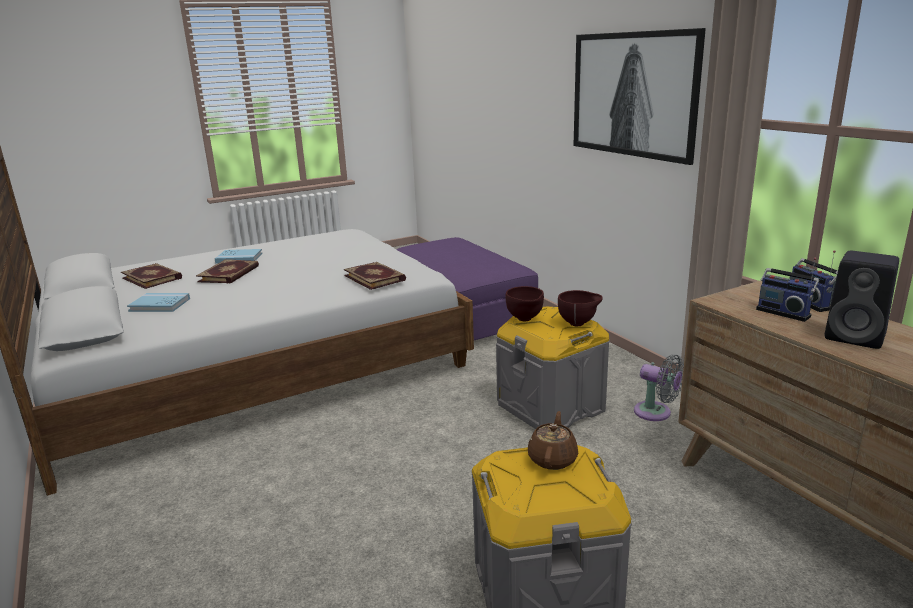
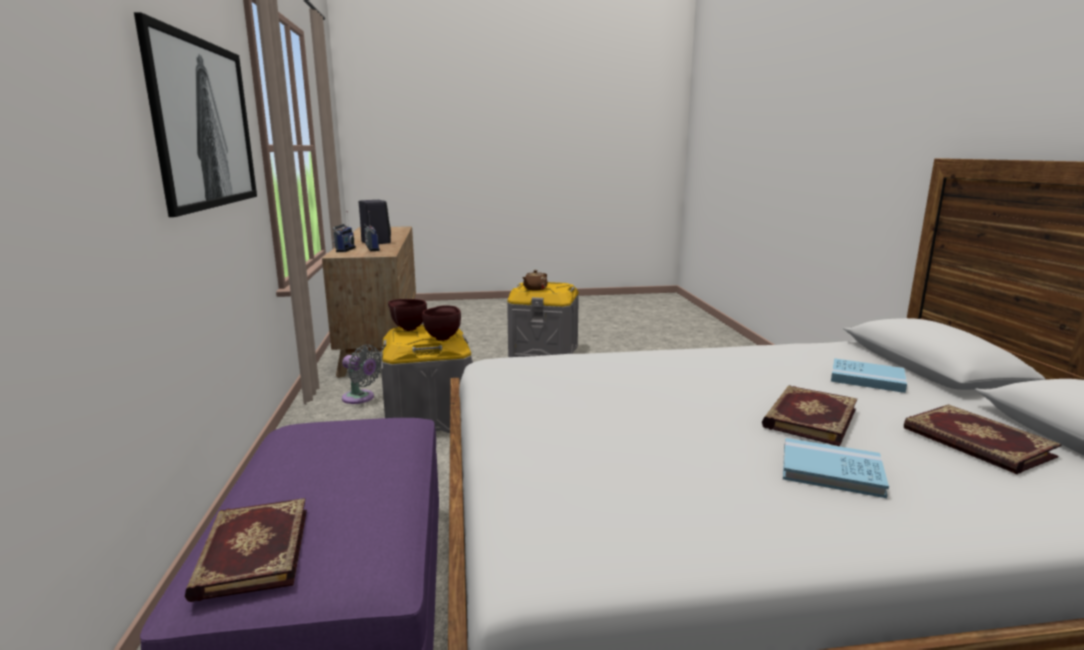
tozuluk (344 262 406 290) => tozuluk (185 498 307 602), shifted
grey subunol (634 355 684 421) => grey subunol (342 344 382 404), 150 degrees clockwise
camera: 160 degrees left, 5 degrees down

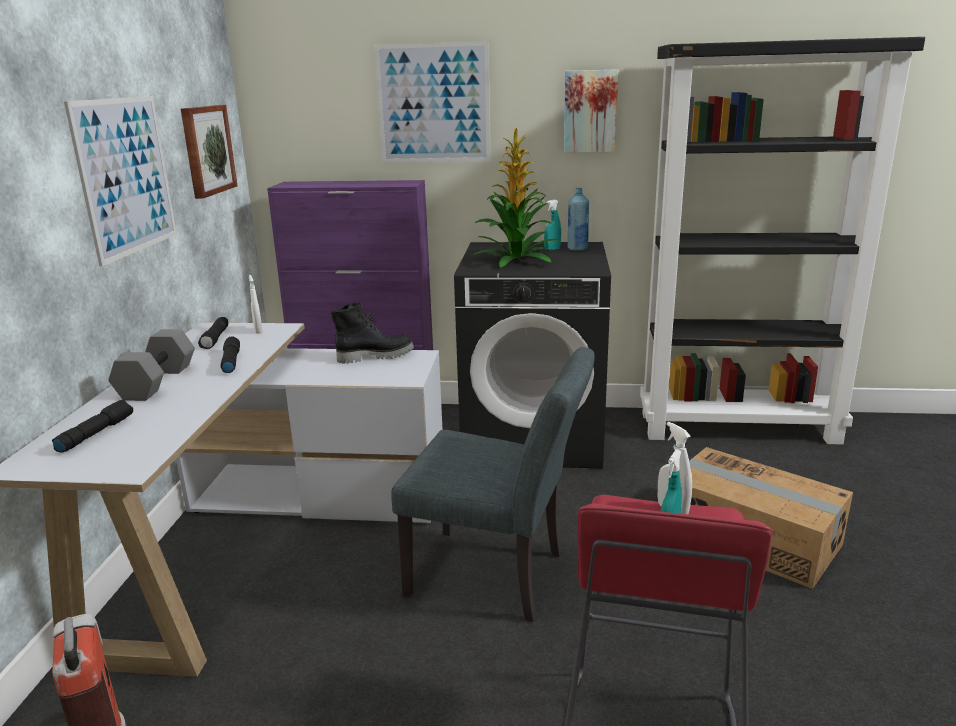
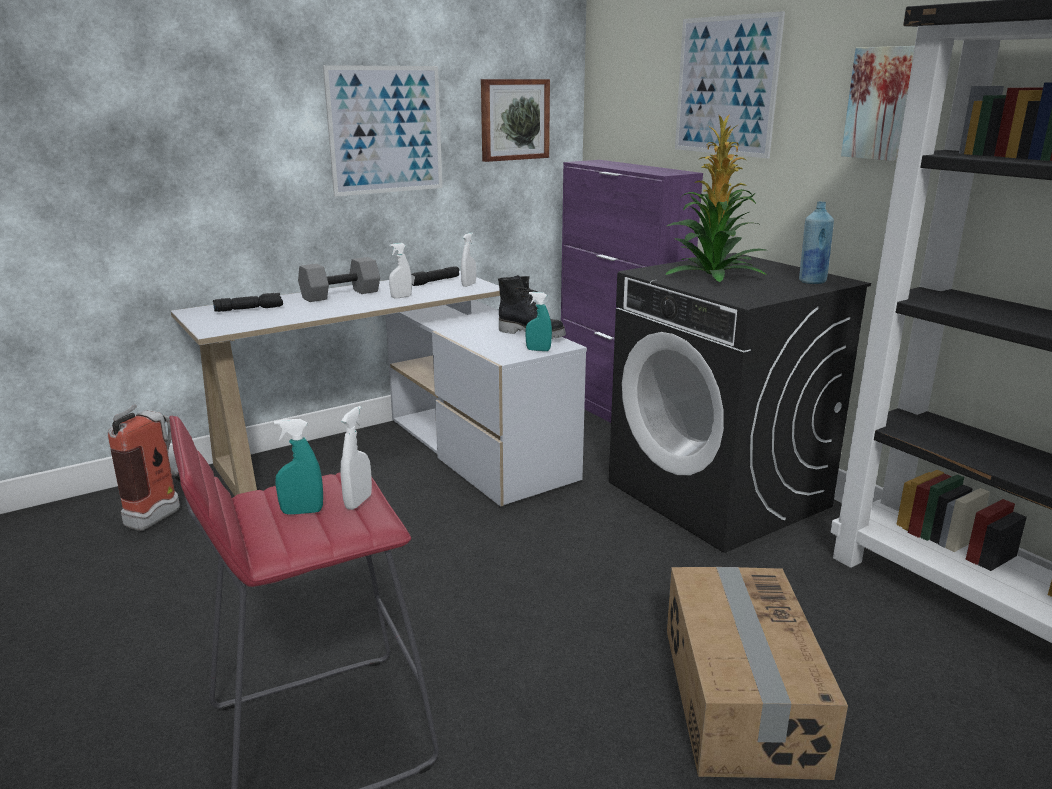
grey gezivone (391 347 595 622) => nothing
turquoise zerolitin (544 200 561 251) => turquoise zerolitin (525 292 552 351), shifted
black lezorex (221 337 240 373) => white zerolitin (389 243 412 298)
camera: 50 degrees right, 0 degrees up

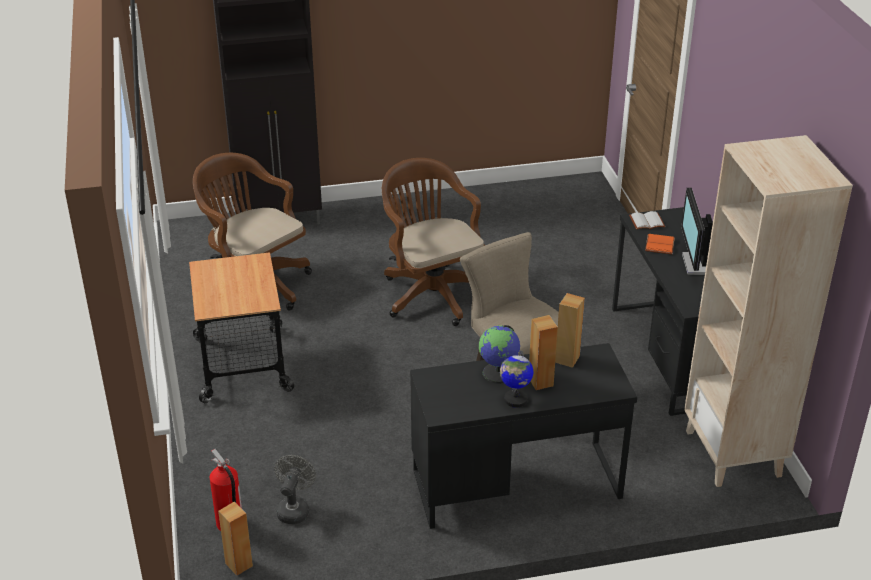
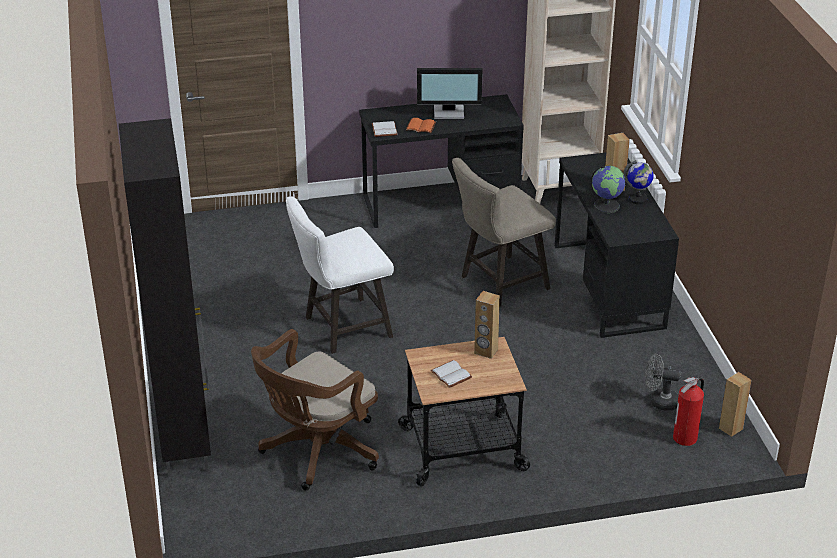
nothing => white tozuluk (430 360 472 388)
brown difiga (555 293 585 368) => brown difiga (474 291 500 359), shifted
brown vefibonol (382 158 485 326) => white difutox (286 196 394 354)
camera: 90 degrees left, 0 degrees up

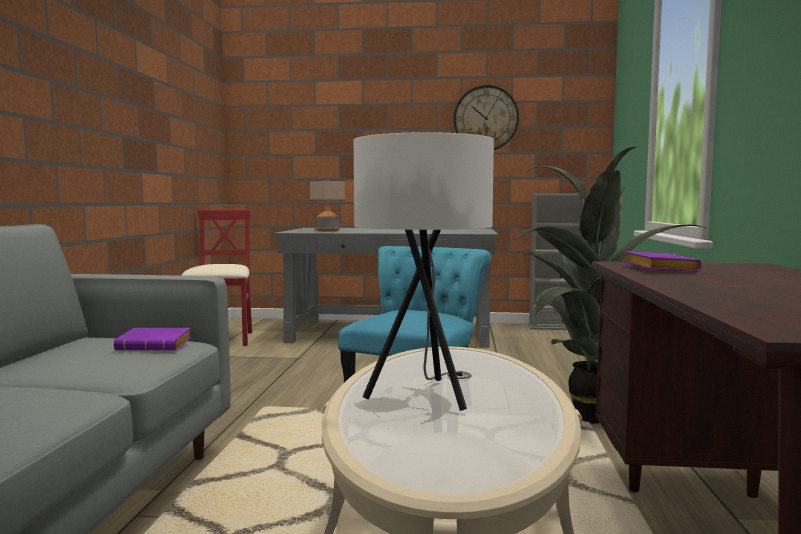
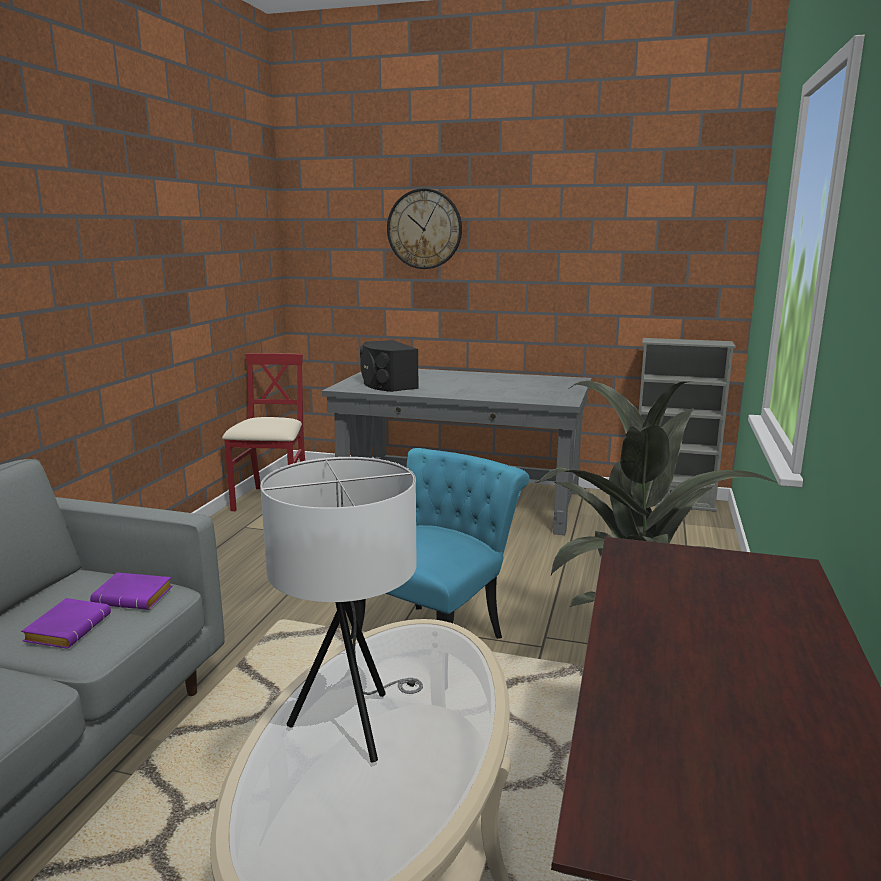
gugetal (454 85 519 150) => gugetal (387 188 462 269), shifted
purple tozuluk (624 251 702 272) => purple tozuluk (21 598 111 648), shifted
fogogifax (310 179 345 231) => black difiga (360 340 419 392)
camera: 10 degrees right, 10 degrees up

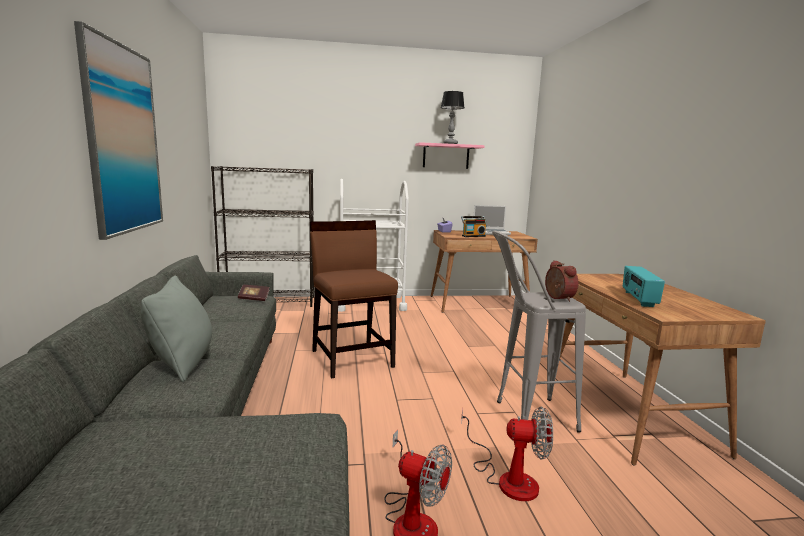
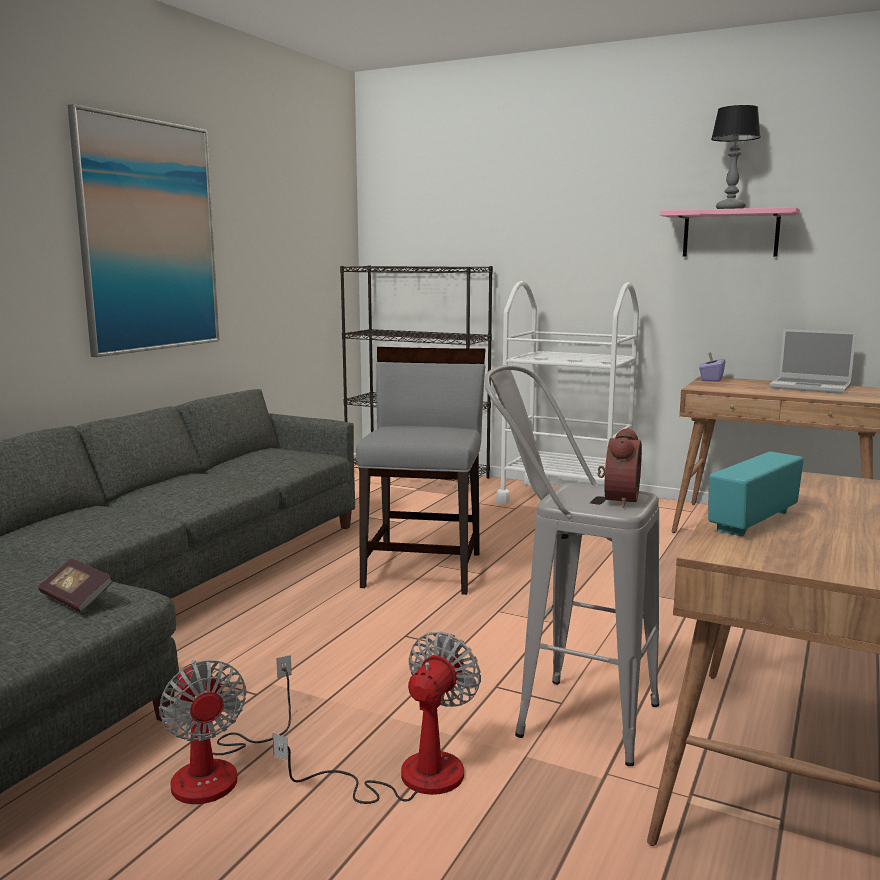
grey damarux (141 276 212 382) => nothing
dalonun (461 216 487 237) => nothing
tozuluk (238 285 270 301) => tozuluk (38 558 113 612), shifted
brown gezivone (310 220 398 378) => grey gezivone (356 347 486 595)
subunol (462 407 553 501) => subunol (273 631 481 804), 105 degrees counterclockwise
camera: 35 degrees right, 0 degrees up

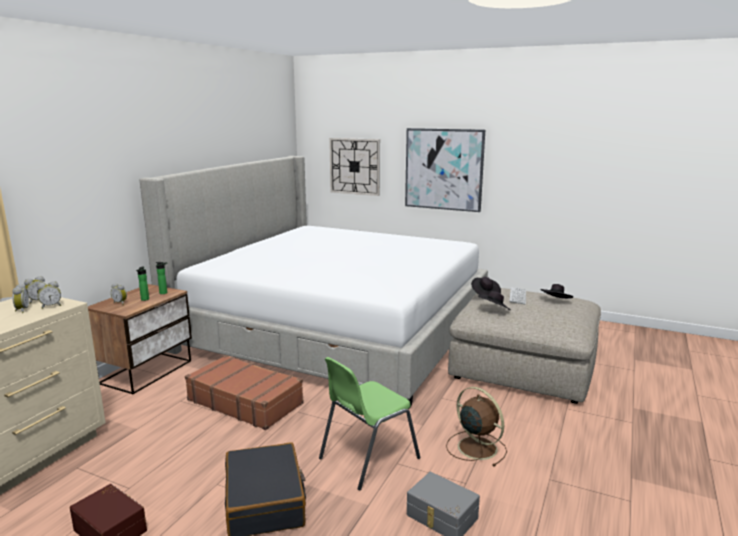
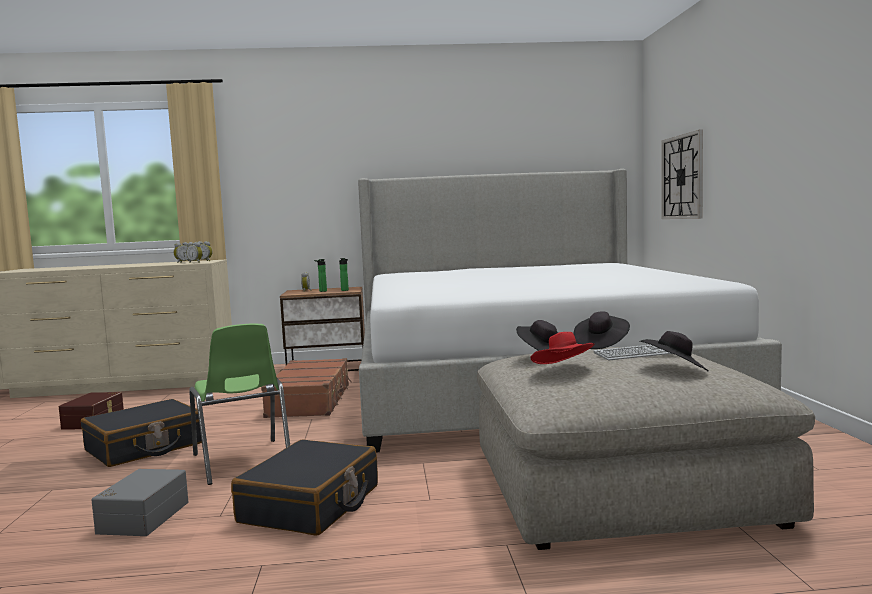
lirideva (405 128 485 212) => nothing
nothing => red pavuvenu (530 332 595 364)
brown subunol (446 387 507 467) => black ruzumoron (231 440 378 536)
green gezivone (319 357 420 490) => green gezivone (189 324 290 485), 135 degrees counterclockwise
camera: 60 degrees right, 10 degrees down

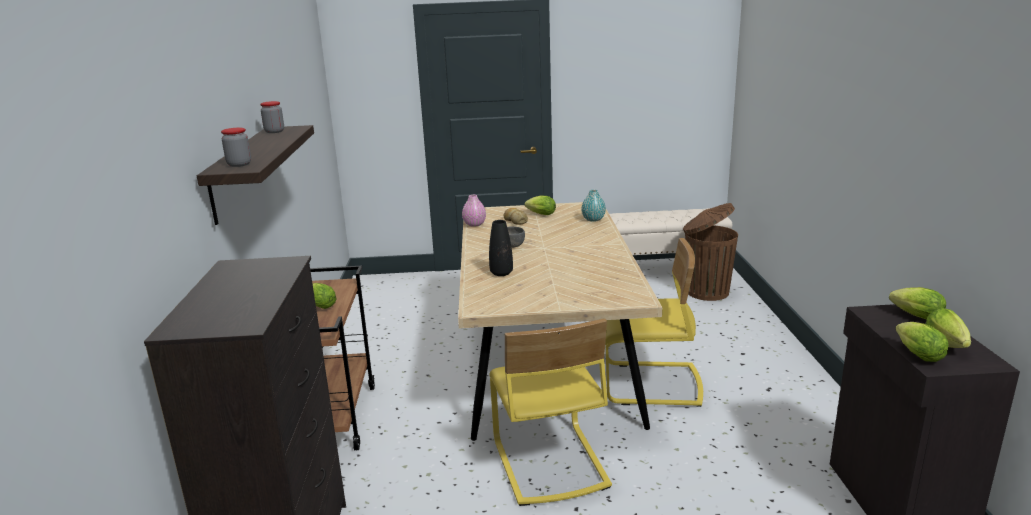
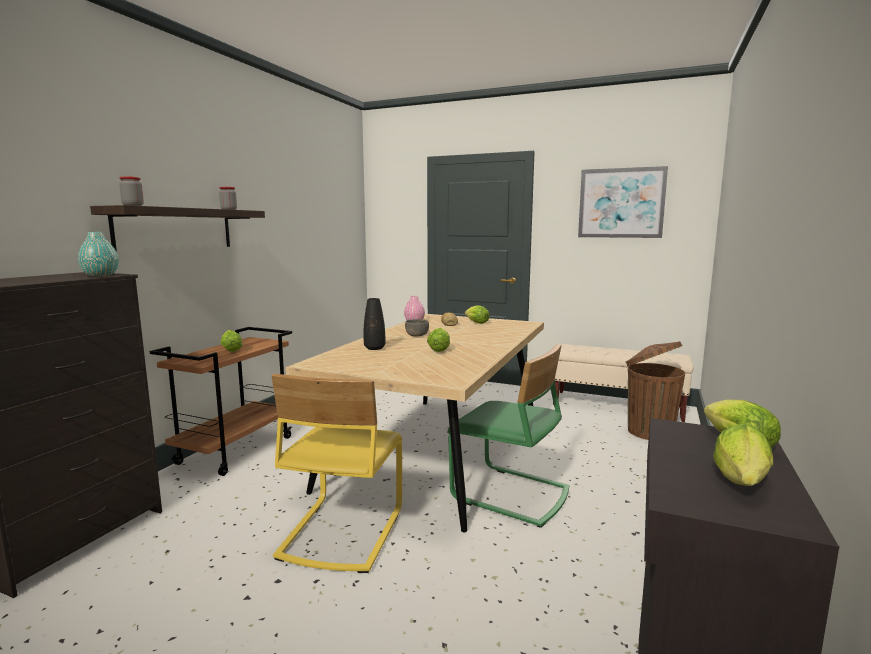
nothing => lirideva (578 166 668 238)
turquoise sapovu (581 190 606 222) => turquoise sapovu (78 232 119 276), shifted
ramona (895 322 949 362) => ramona (427 328 450 352), shifted
yellow gezivone (605 238 703 407) => green gezivone (447 344 569 528)
camera: 25 degrees right, 10 degrees down

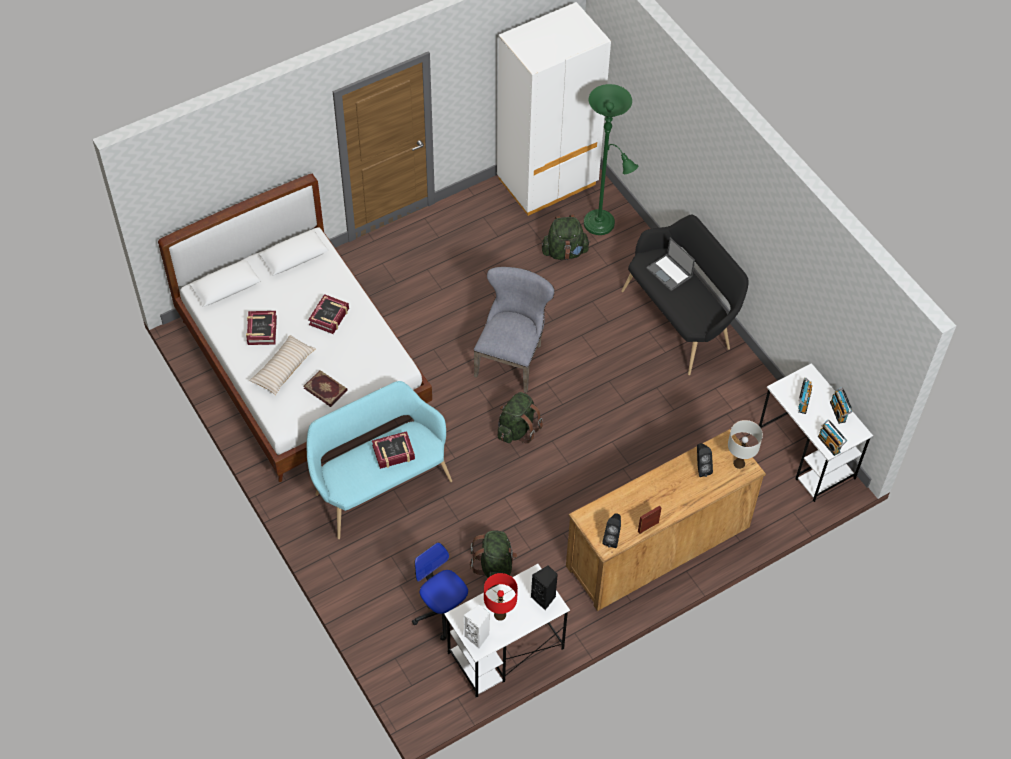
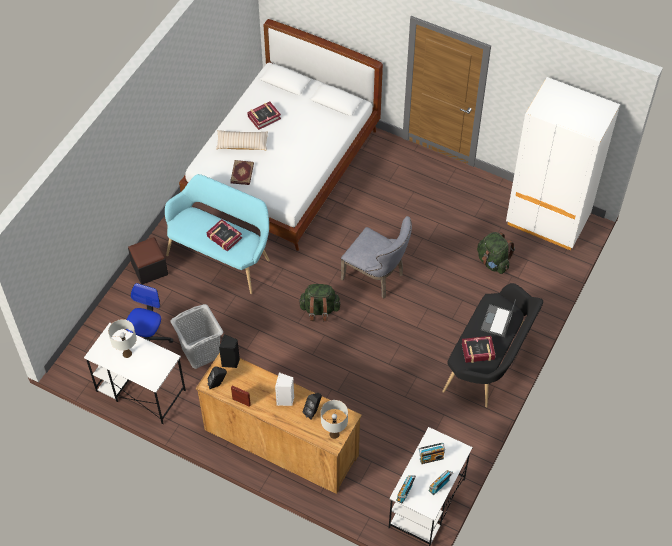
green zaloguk (584 84 638 235) => nothing
nothing => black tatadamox (128 237 168 285)
tozuluk (308 294 349 334) => tozuluk (462 336 496 363), shifted
white difiga (464 604 489 649) => white difiga (275 373 294 406), shifted
black difiga (531 565 558 610) => black difiga (219 334 240 368), shifted
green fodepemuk (470 530 518 587) => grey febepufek (171 304 223 369)
red fogogifax (484 573 518 621) => white fogogifax (108 319 137 358)
grey gezivone (474 267 555 393) => grey gezivone (341 216 412 299), 45 degrees clockwise
camera: 60 degrees right, 0 degrees up

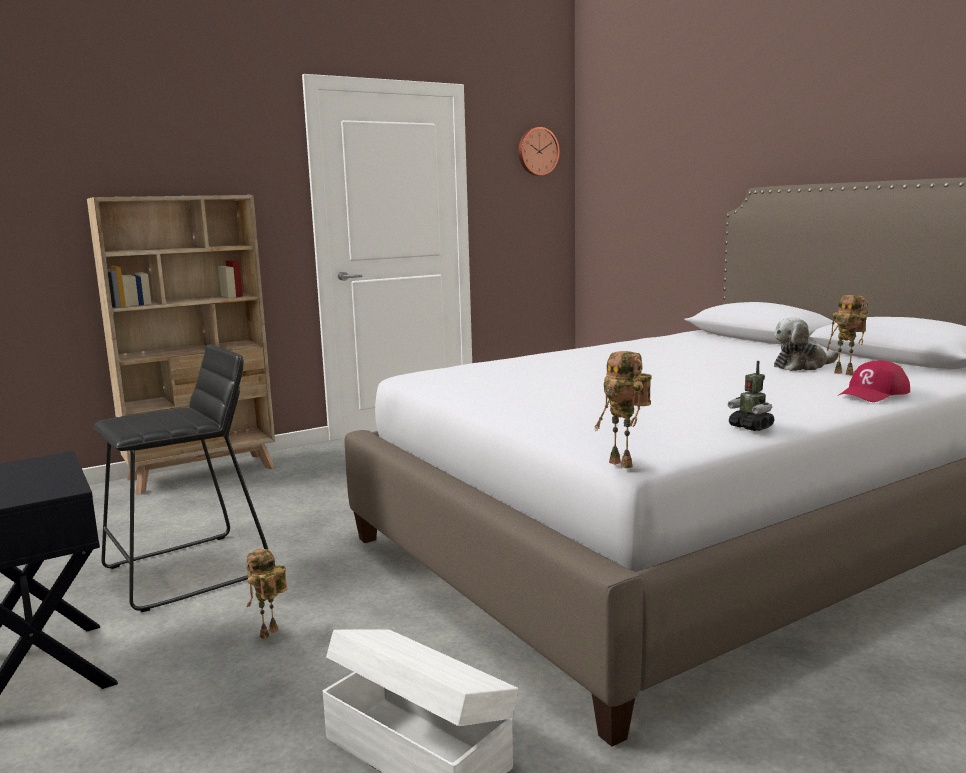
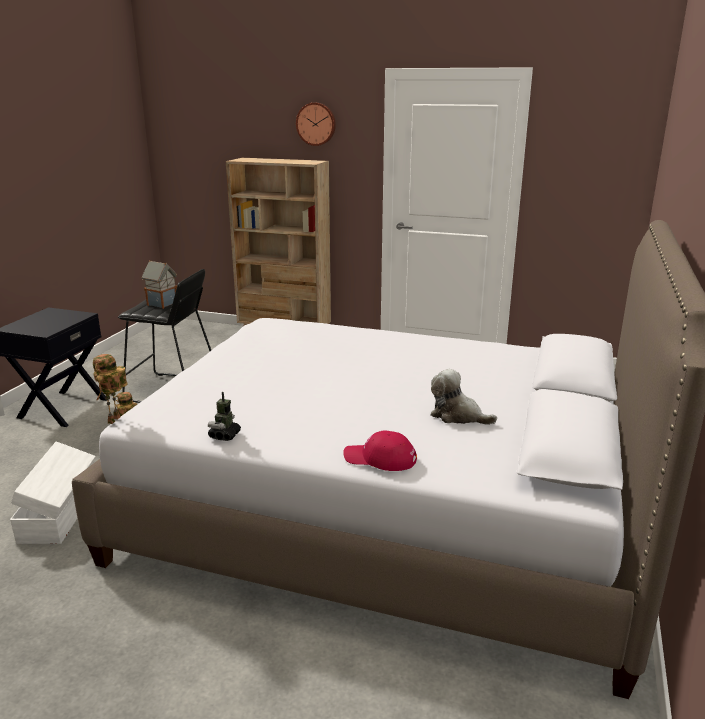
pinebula (827 295 868 375) => nothing
nothing => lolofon (141 260 177 309)
gugetal (518 127 560 176) => gugetal (296 102 336 146), shifted
camera: 50 degrees right, 10 degrees up

